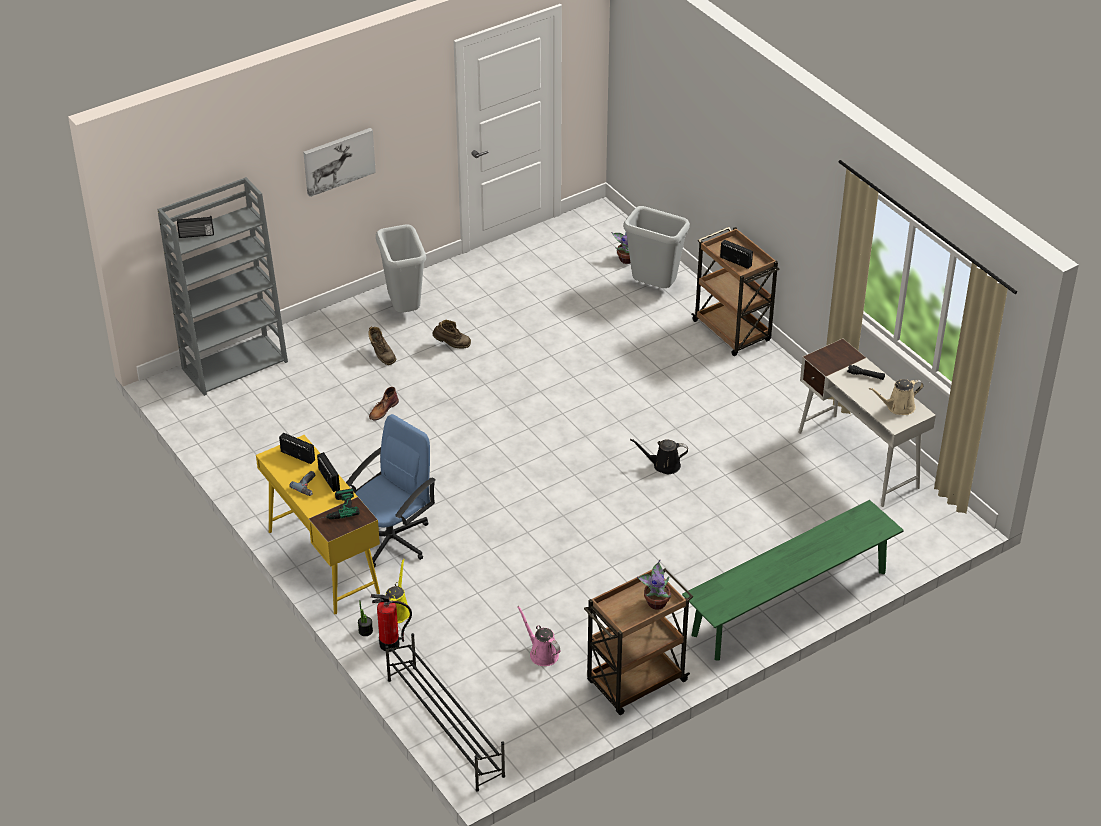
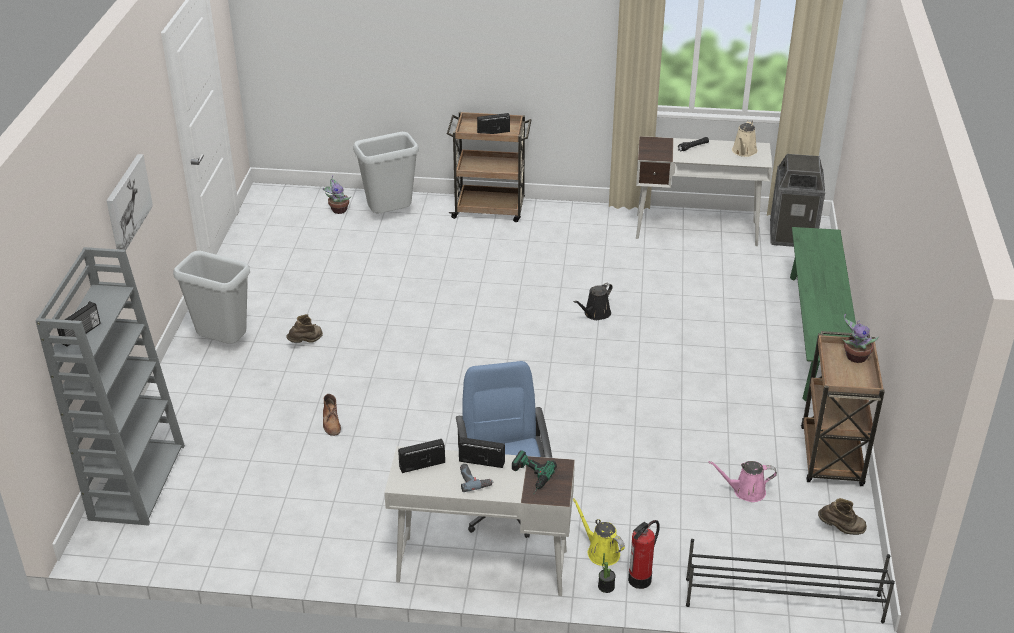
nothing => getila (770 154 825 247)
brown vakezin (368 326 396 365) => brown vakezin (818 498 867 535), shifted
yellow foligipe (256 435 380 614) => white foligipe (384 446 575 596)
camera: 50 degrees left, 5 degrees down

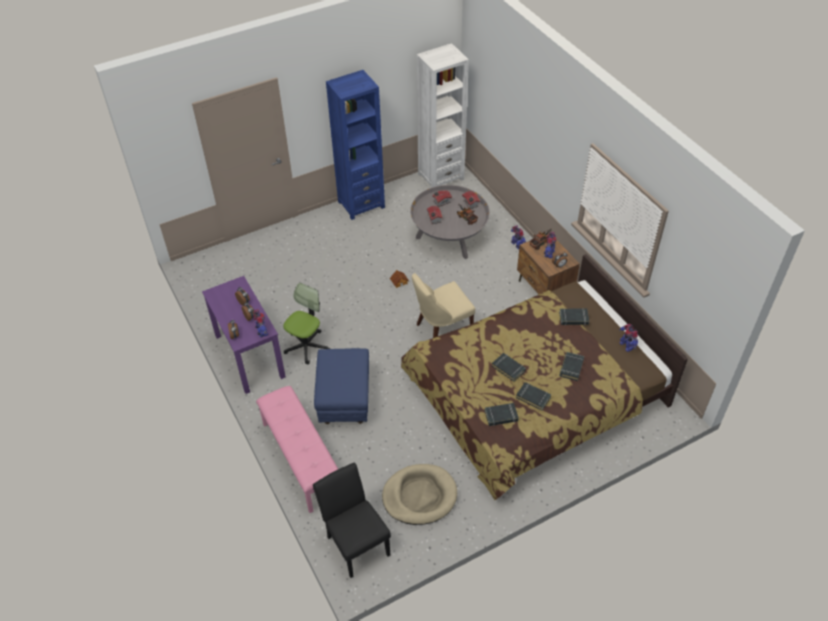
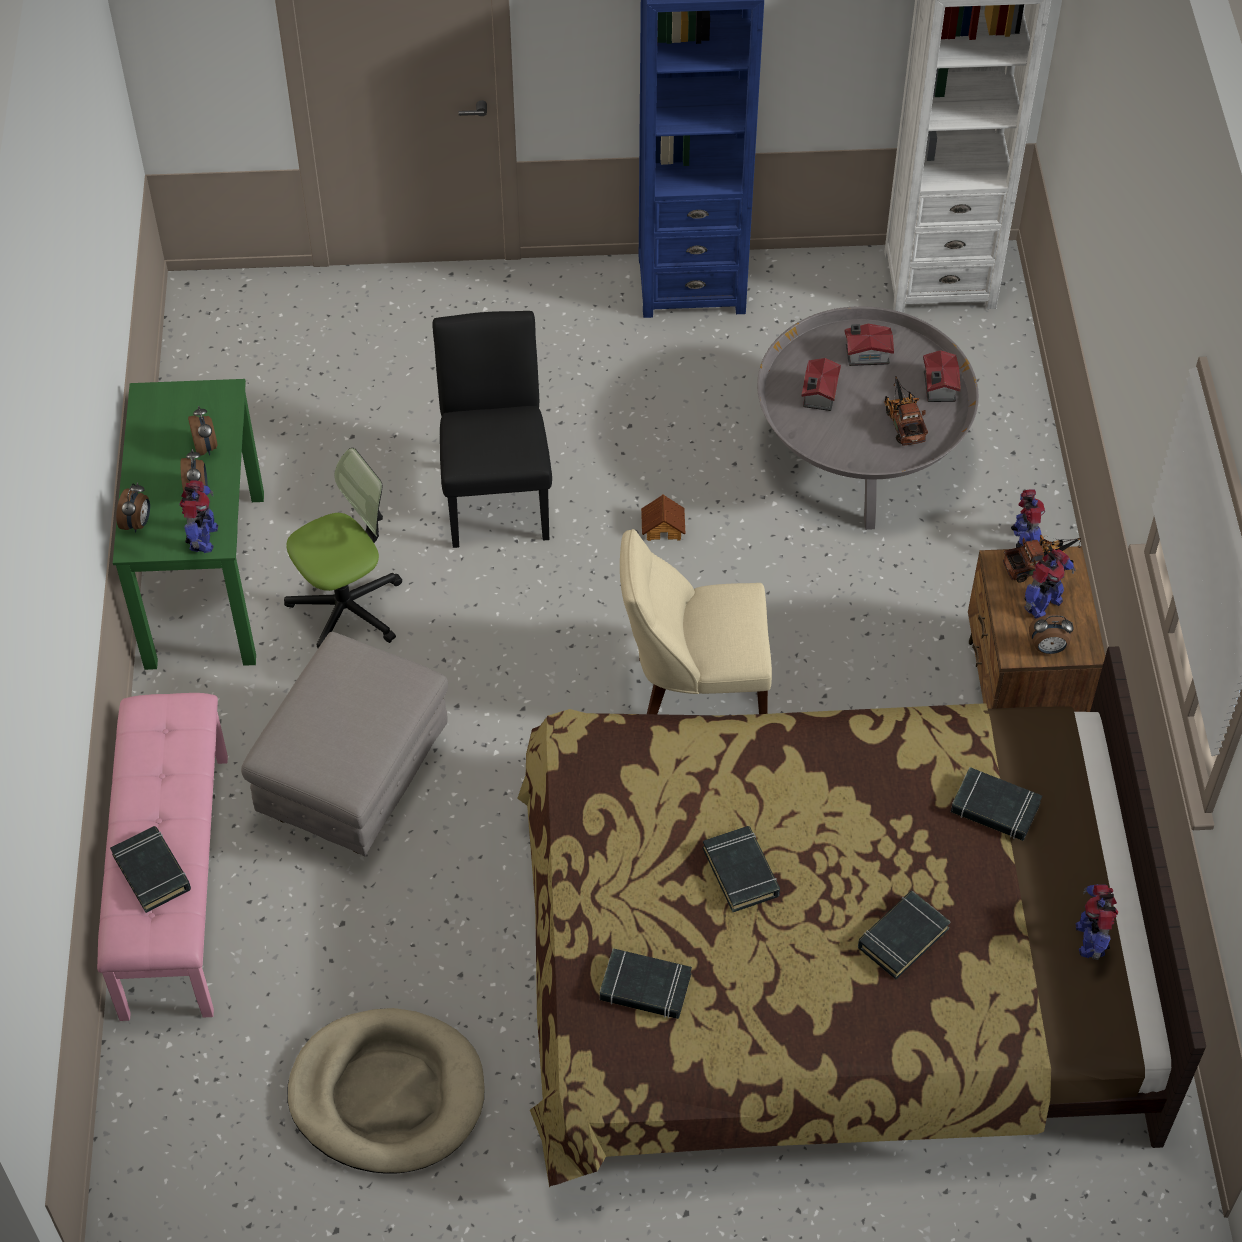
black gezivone (313 463 391 578) => black gezivone (432 311 552 548), shifted
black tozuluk (516 382 551 410) => black tozuluk (110 826 191 913), shifted
purple foligipe (202 276 286 394) => green foligipe (113 379 264 670)
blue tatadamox (314 348 369 424) => grey tatadamox (241 632 448 856)
camera: 25 degrees right, 5 degrees up

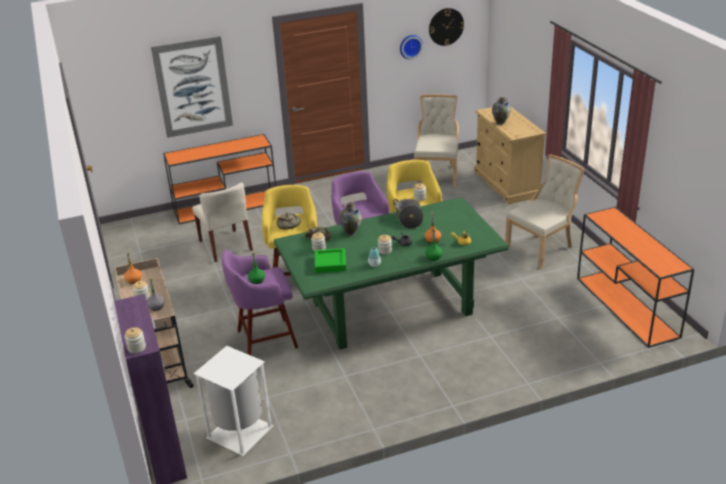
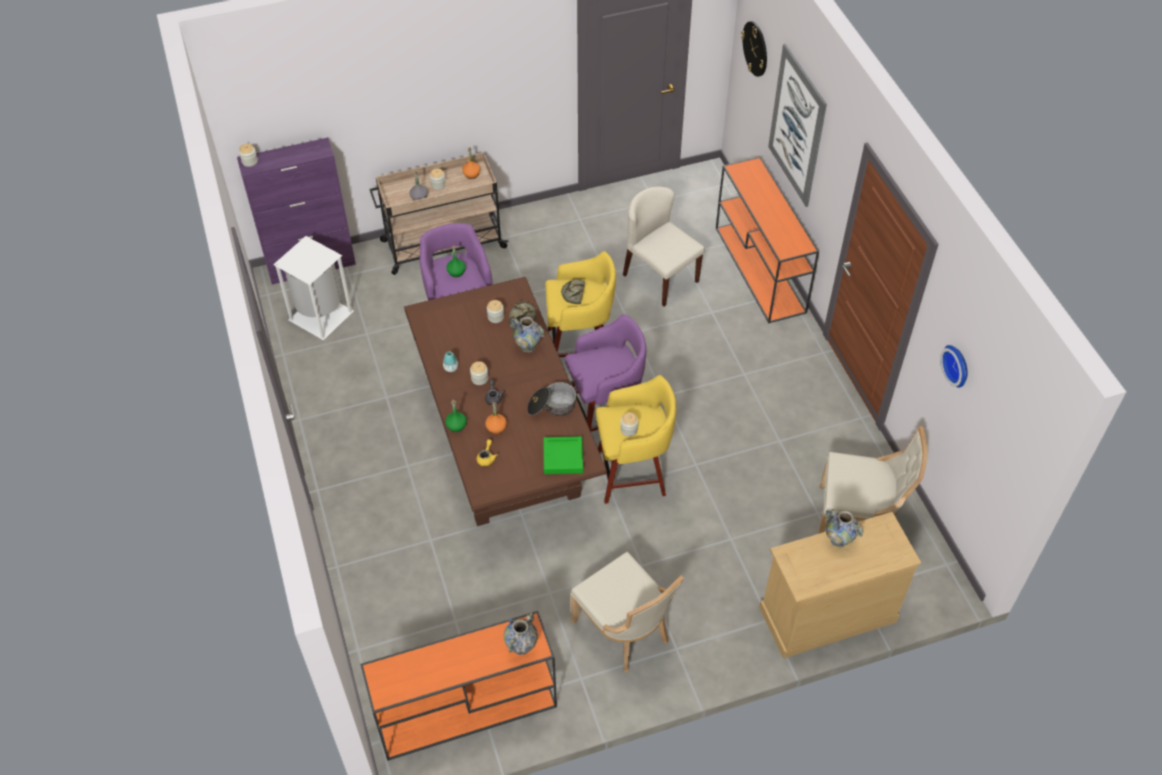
nothing => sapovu (504 613 538 655)
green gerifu (315 248 346 273) => green gerifu (543 436 583 474), shifted
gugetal (429 8 464 46) => gugetal (741 21 767 77), shifted
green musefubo (274 197 509 350) => brown musefubo (404 277 607 526)
beige gezivone (192 183 253 262) => beige gezivone (623 186 705 307), 75 degrees clockwise
camera: 90 degrees right, 20 degrees up

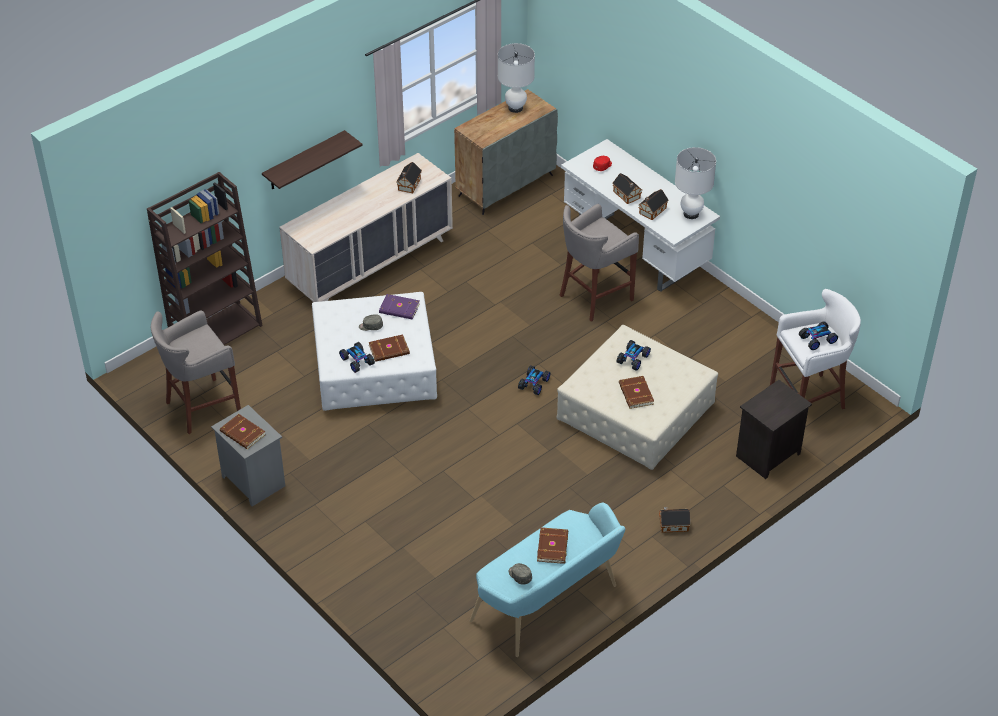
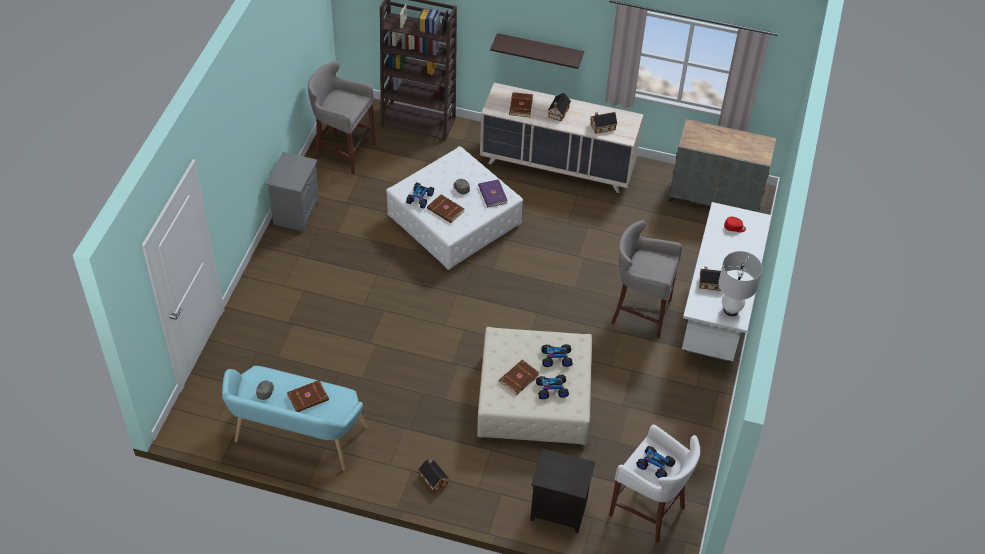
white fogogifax (498 43 535 113) => nothing
brown tozuluk (220 414 266 449) => brown tozuluk (509 92 533 117), shifted
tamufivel (518 365 550 395) => tamufivel (536 375 569 399), shifted
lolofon (612 173 642 204) => lolofon (548 93 571 121), shifted
camera: 55 degrees right, 5 degrees up

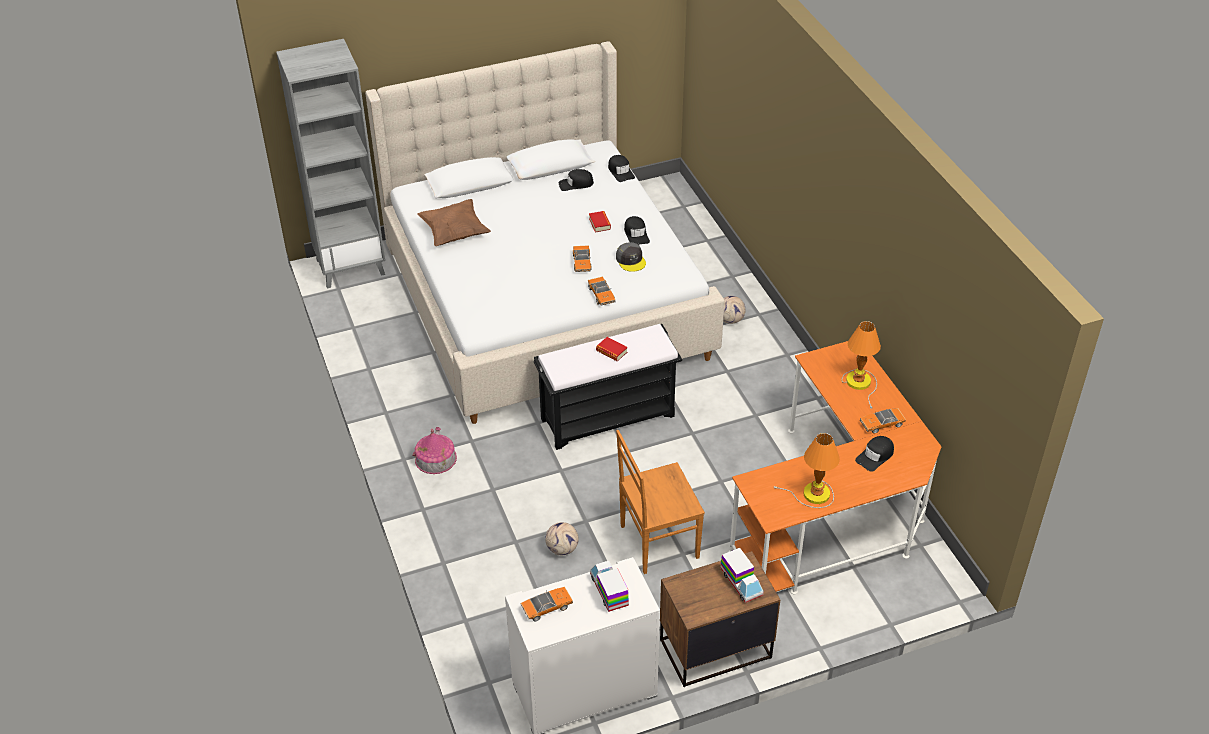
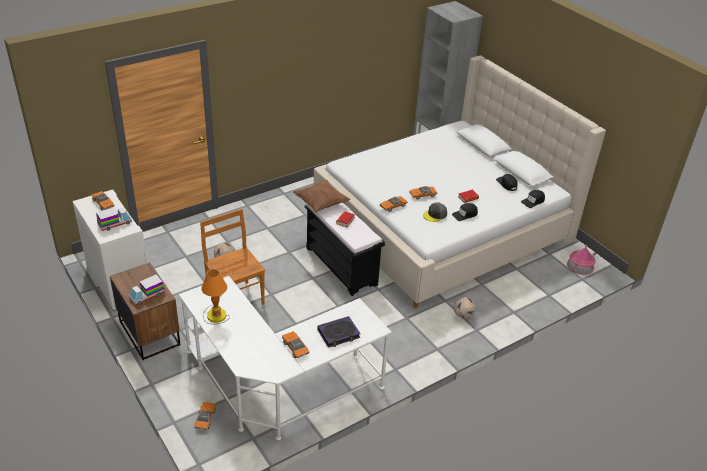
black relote (855 436 894 472) => nothing
nothing => tamufivel (194 402 216 430)
lolofon (412 427 457 474) => lolofon (567 245 596 275), shifted
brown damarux (417 199 491 246) => brown damarux (293 180 351 213), shifted
fogogifax (841 321 881 409) => tozuluk (317 316 360 348)
orange foligipe (728 341 942 595) => white foligipe (179 276 392 440)
camera: 75 degrees right, 5 degrees down

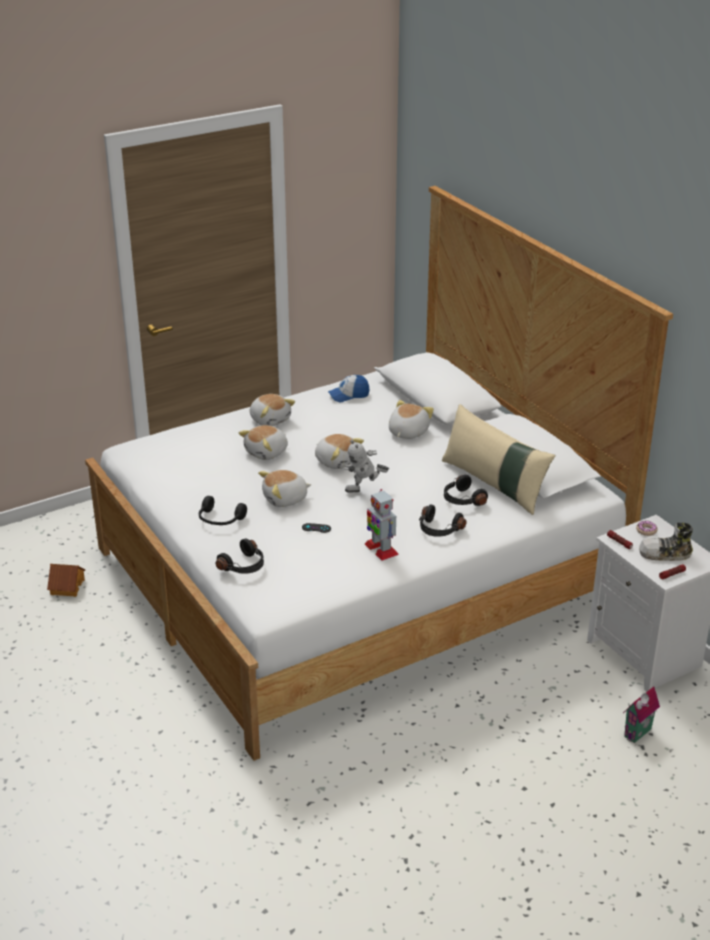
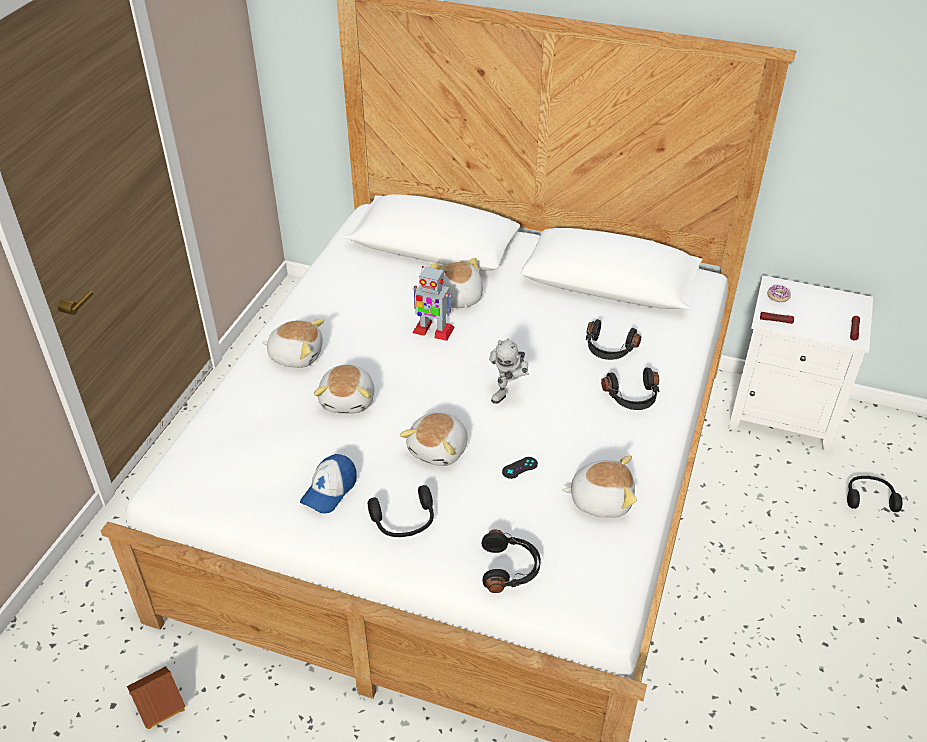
beige damarux (442 404 555 515) => nothing
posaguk (639 523 693 561) => nothing
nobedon (315 434 364 469) => nobedon (562 456 637 518), shifted
relote (328 375 369 402) => relote (300 454 356 514), shifted
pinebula (365 489 399 561) => pinebula (412 266 455 341), shifted
lolofon (623 687 660 743) => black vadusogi (847 476 903 512)
camera: 40 degrees left, 10 degrees up

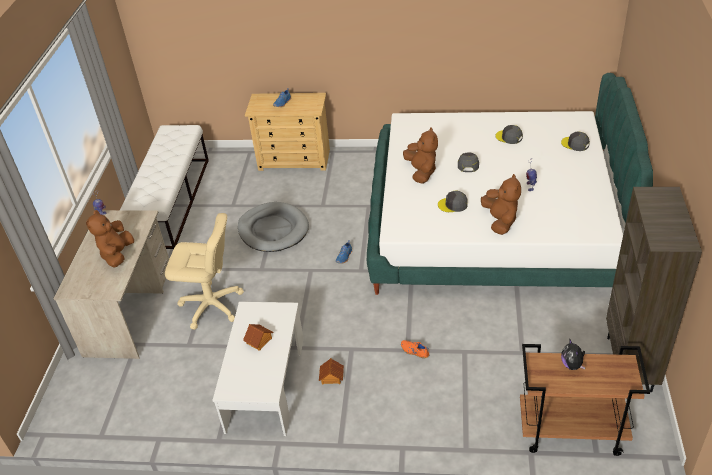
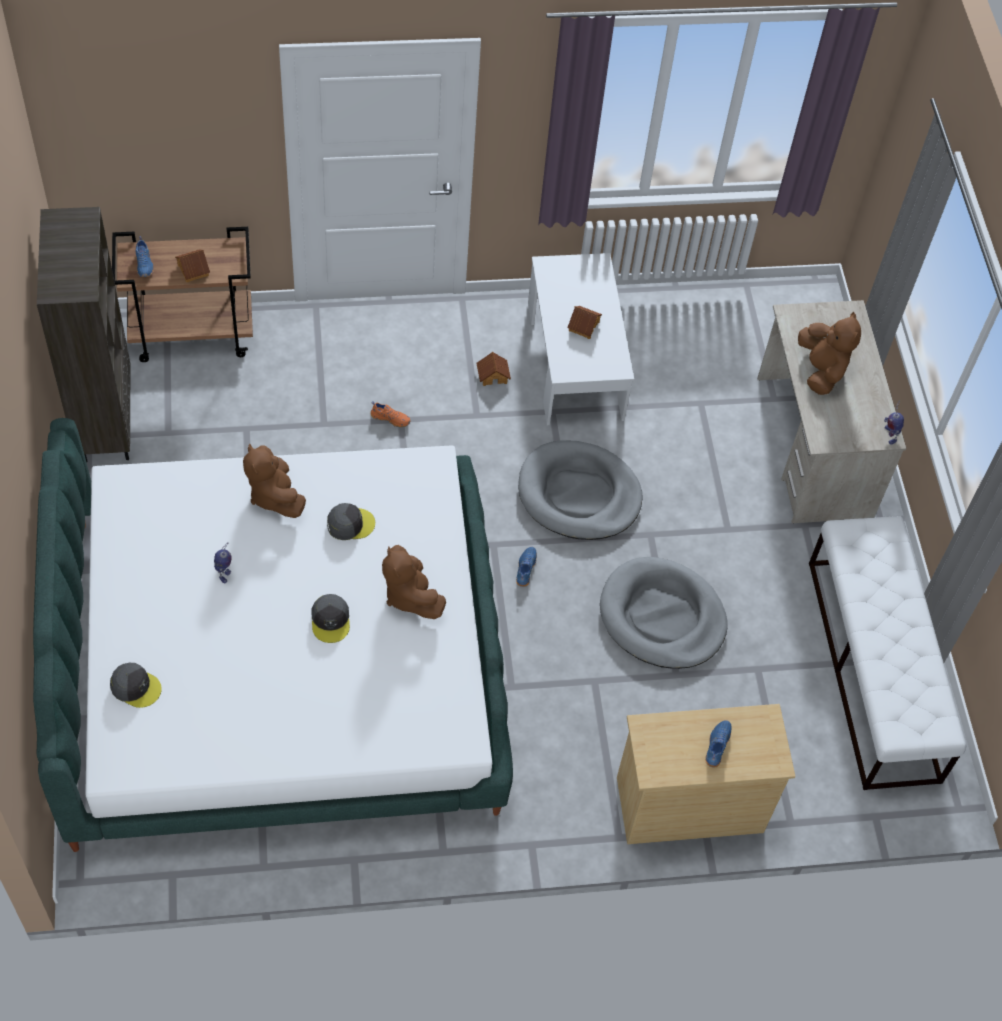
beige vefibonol (165 213 244 330) => nothing
grey relote (495 125 523 144) => nothing
nothing => blue posaguk (135 236 154 277)
nothing => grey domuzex (518 441 643 540)
nobedon (561 338 586 370) => lolofon (175 250 210 282)
camera: 160 degrees right, 15 degrees up

